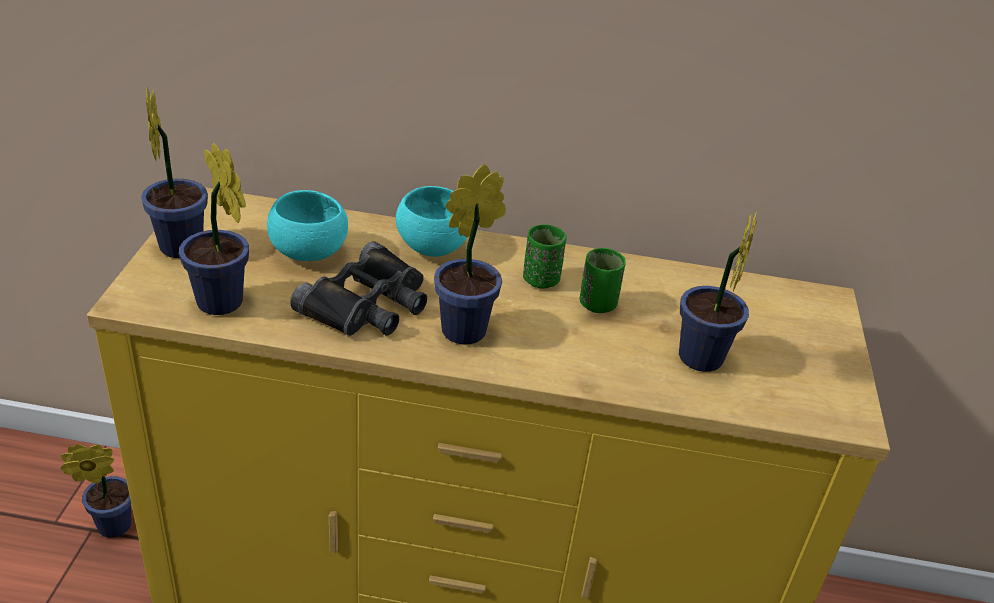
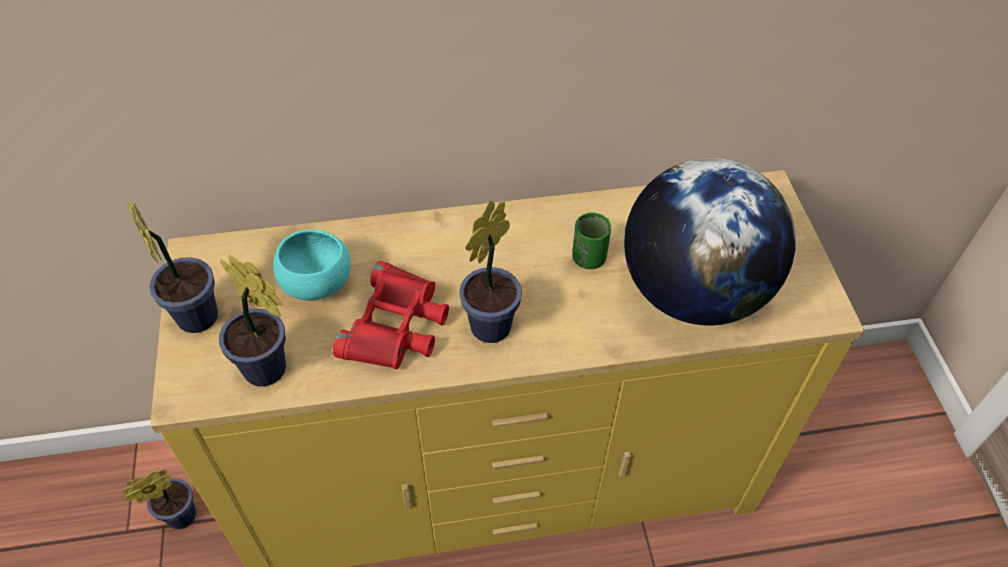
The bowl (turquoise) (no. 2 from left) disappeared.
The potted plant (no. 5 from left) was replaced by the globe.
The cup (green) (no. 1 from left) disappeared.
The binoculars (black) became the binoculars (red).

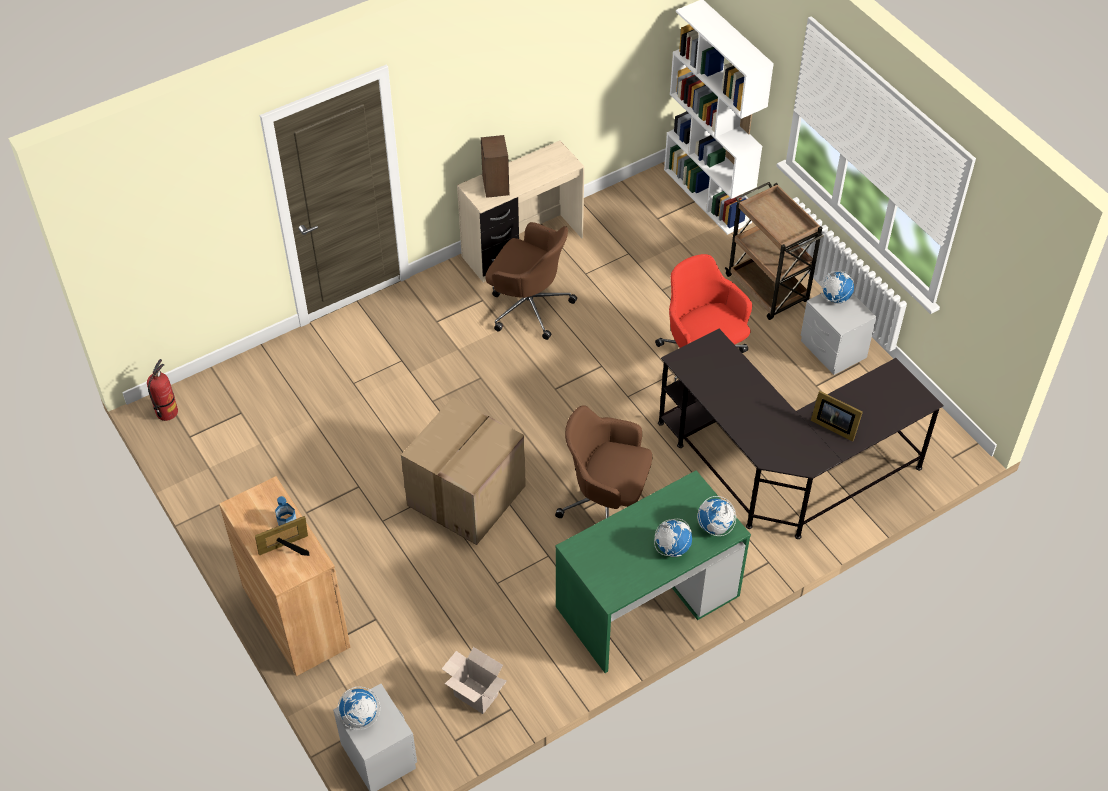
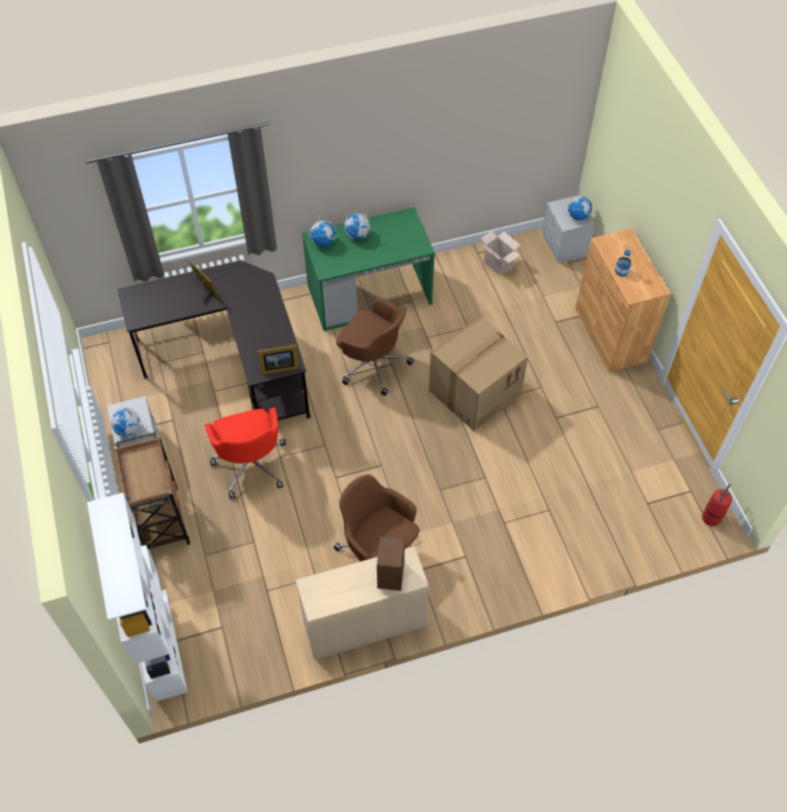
The picture frame (no. 1 from left in the first image) moved.

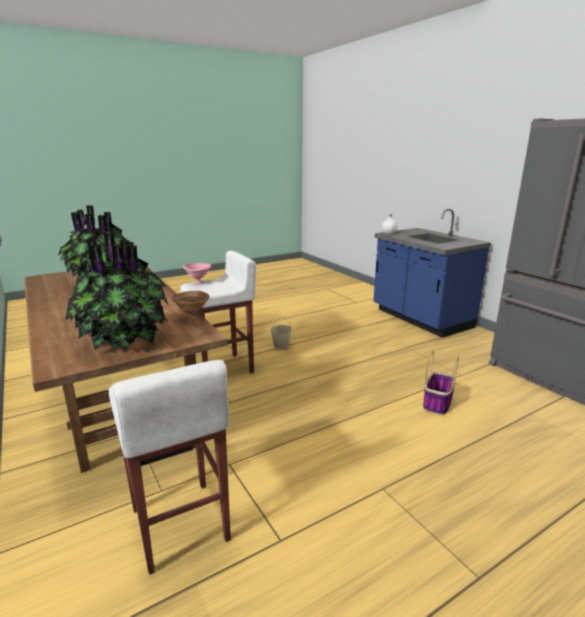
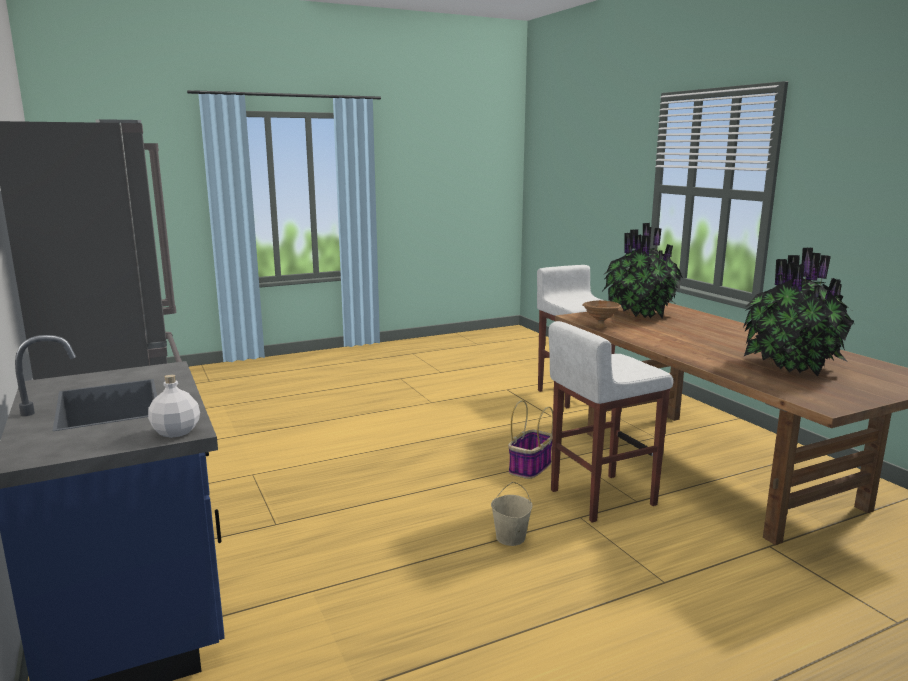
The bowl (pink) disappeared.
The basket moved.

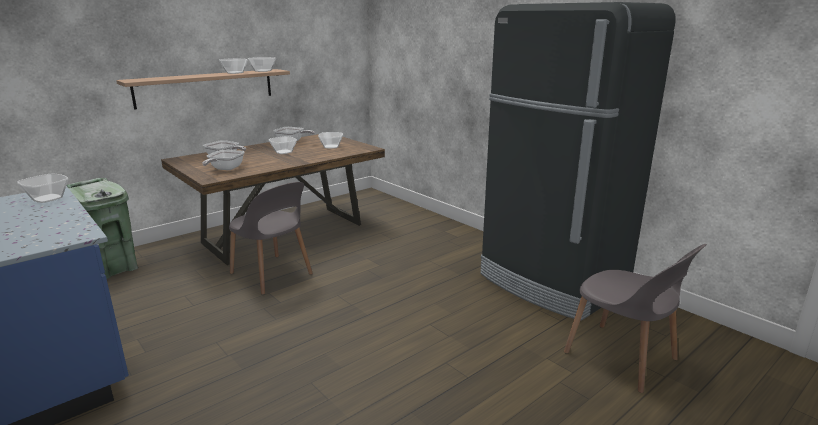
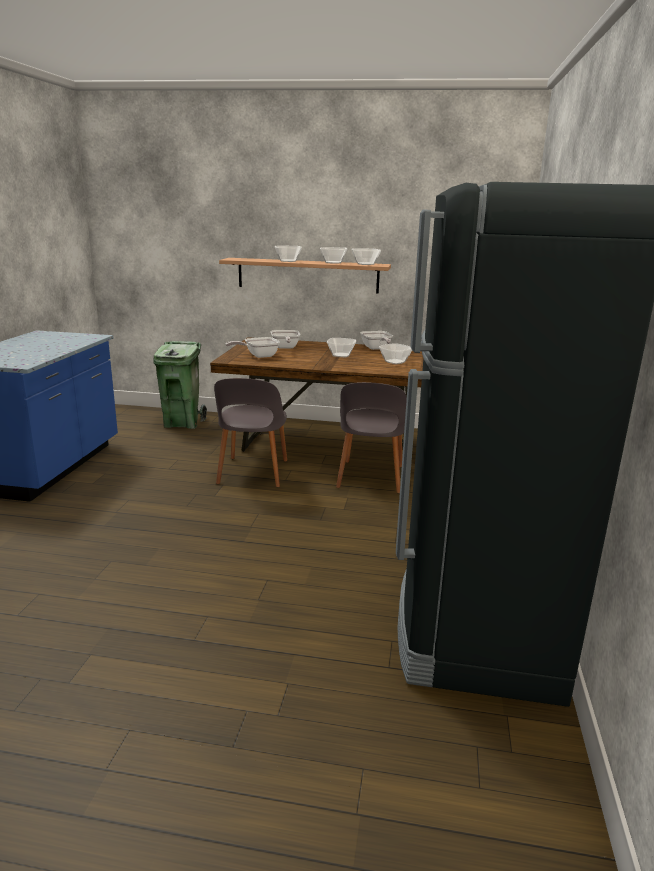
The bowl (no. 1 from left) moved.
The chair (grey) (no. 2 from left) moved.

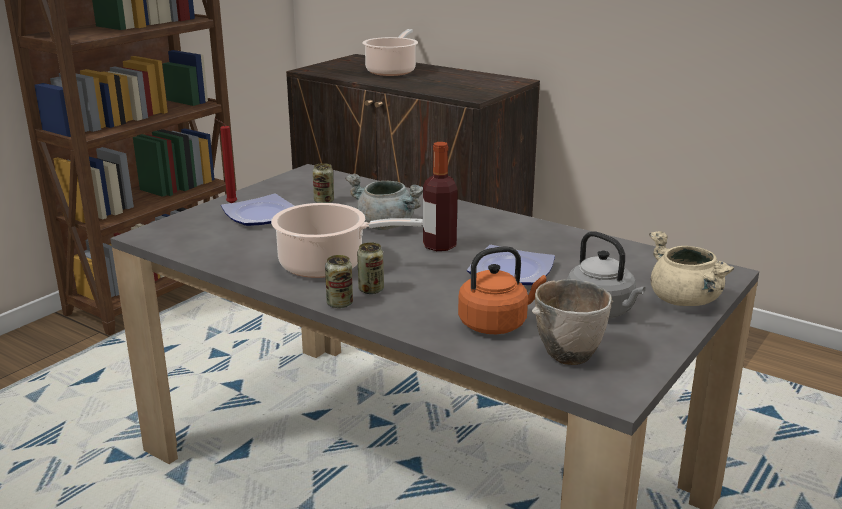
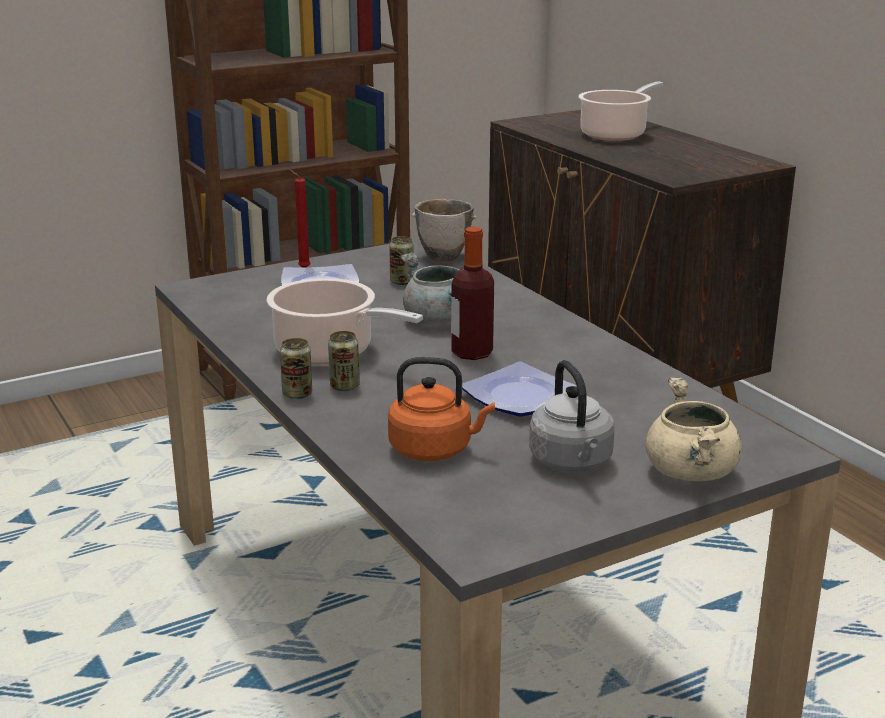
The bowl moved.

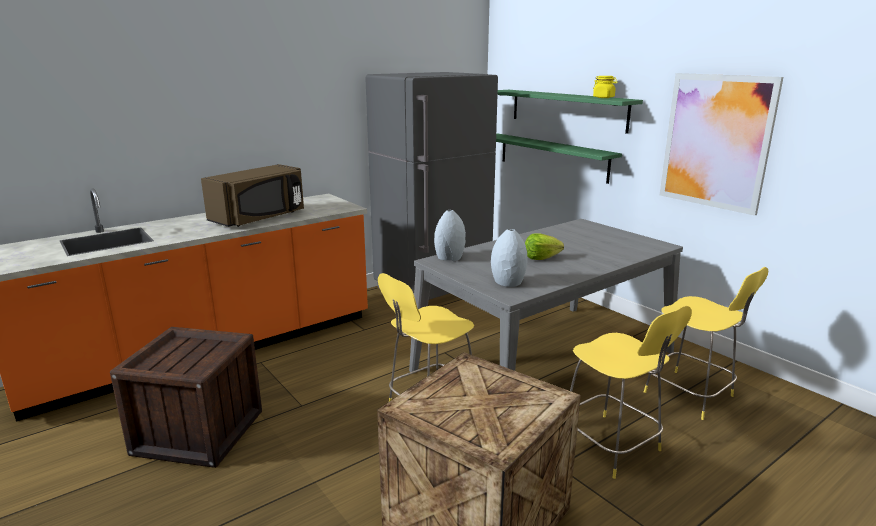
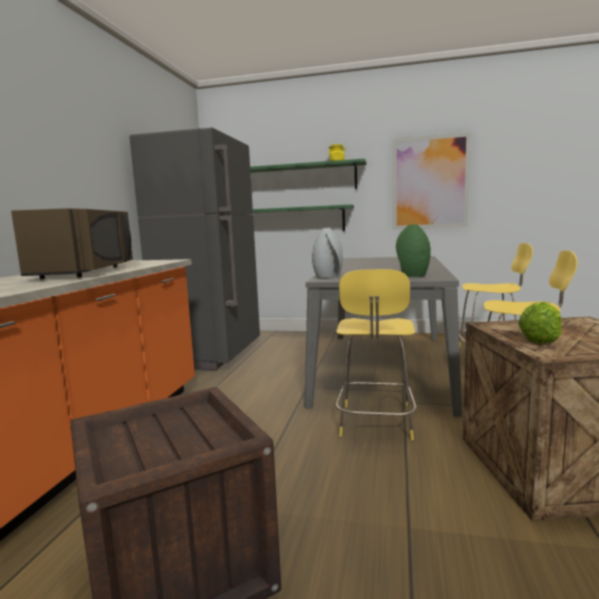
The vase (grey) (no. 2 from left) became the vase (green).
The lettuce moved.

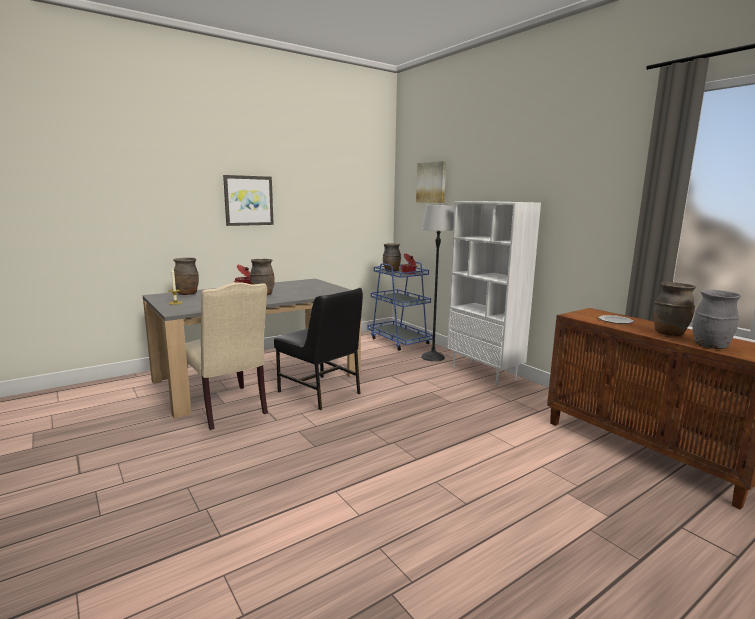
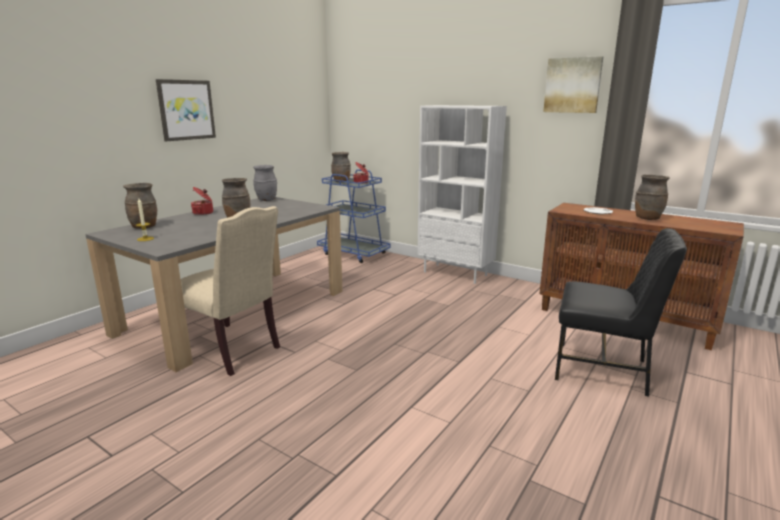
The picture (no. 2 from left) moved.
The floor lamp disappeared.
The chair (black) moved.
The vase (grey) moved.

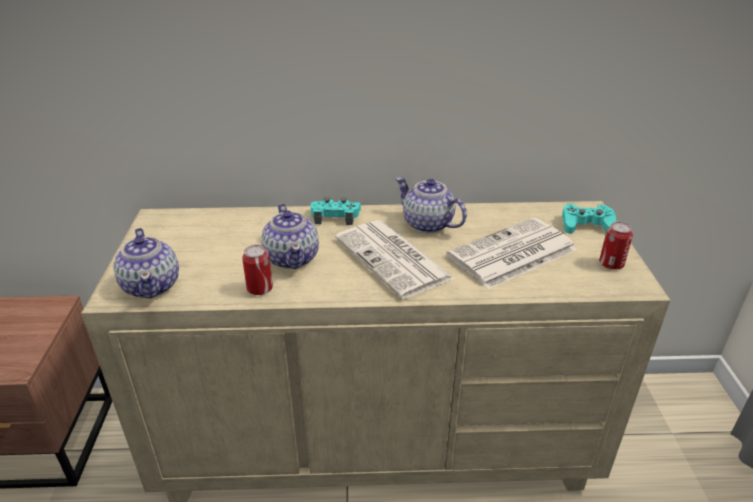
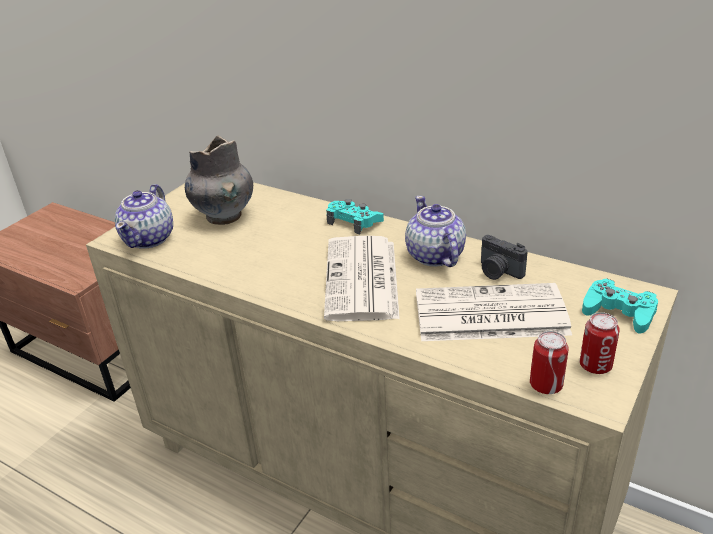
The teapot (no. 2 from left) disappeared.
The can (no. 1 from left) moved.
The vase (grey) appeared.
The photo camera appeared.

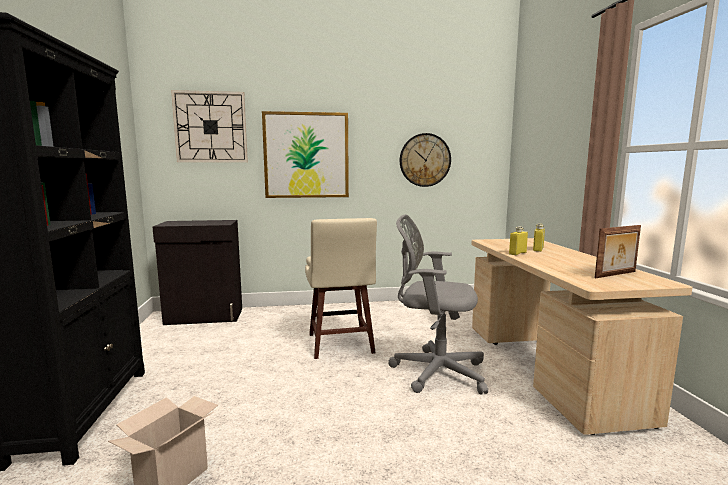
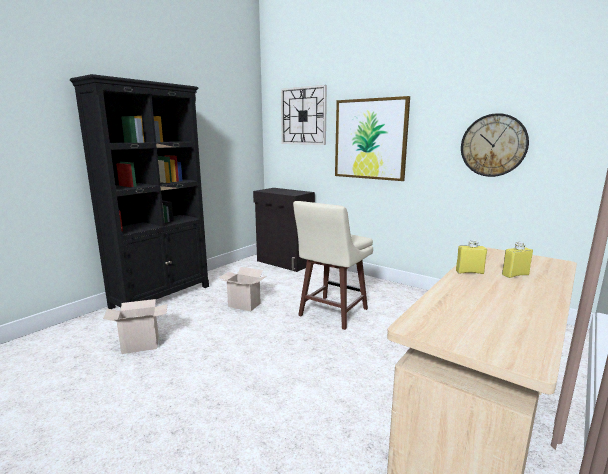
The office chair (grey) disappeared.
The picture frame disappeared.
The cardboard box (no. 2 from left) appeared.

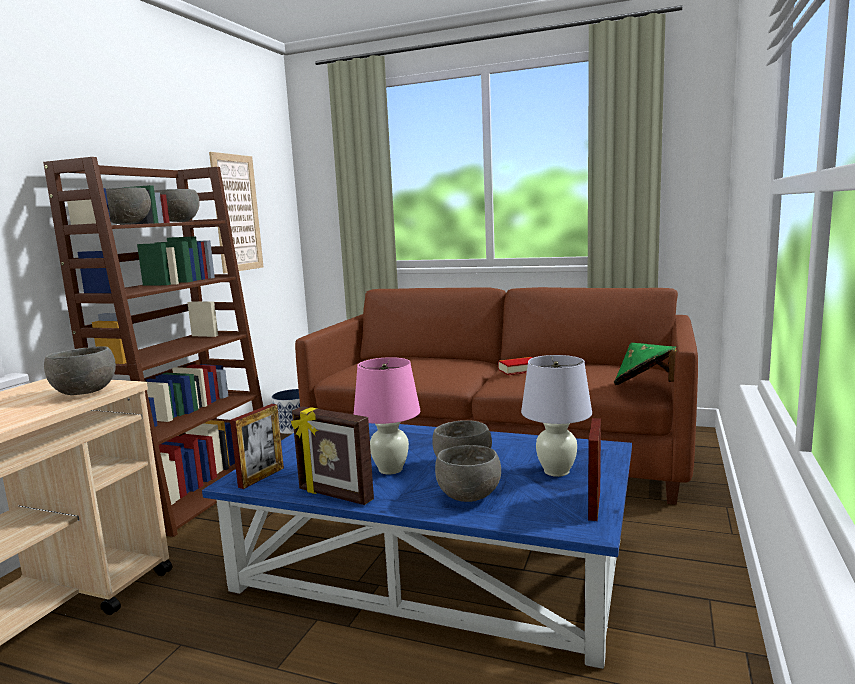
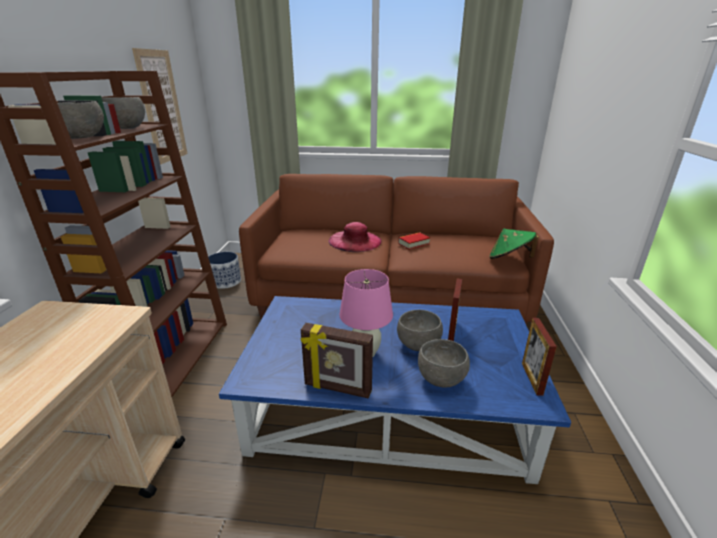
The bowl (grey) (no. 1 from left) disappeared.
The table lamp (white) disappeared.
The picture frame (no. 1 from left in the first image) moved.
The hat (pink) appeared.

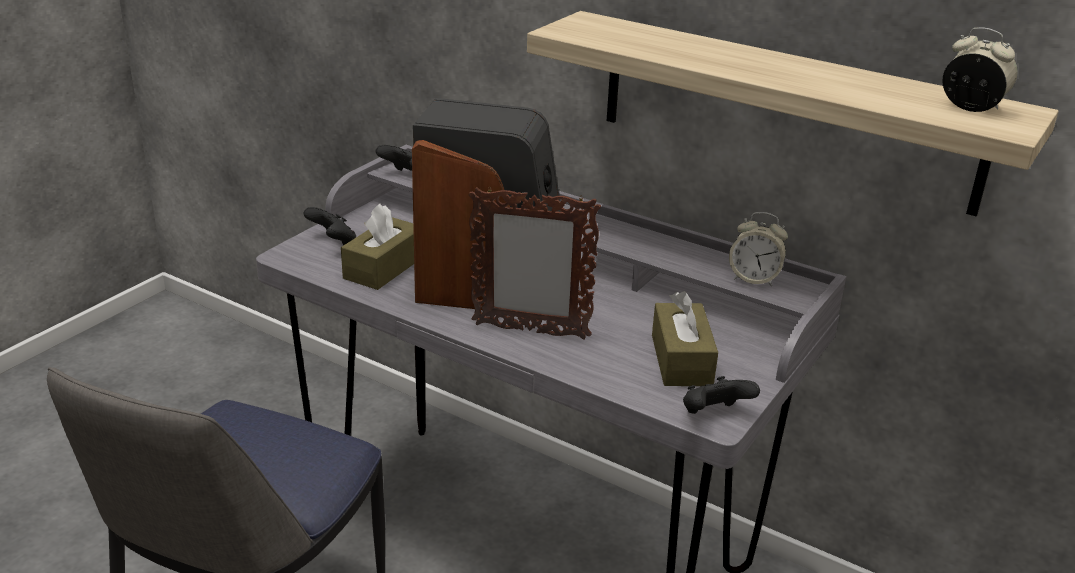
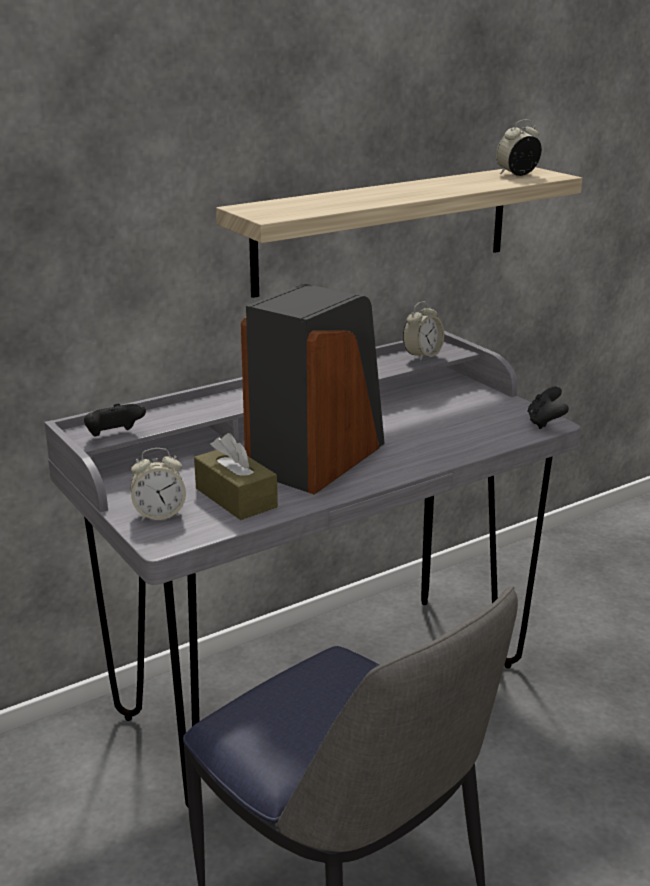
The picture frame disappeared.
The game controller (black) (no. 1 from left) was replaced by the alarm clock (no. 1 from left).
The tissue box (brown) (no. 2 from left) disappeared.

